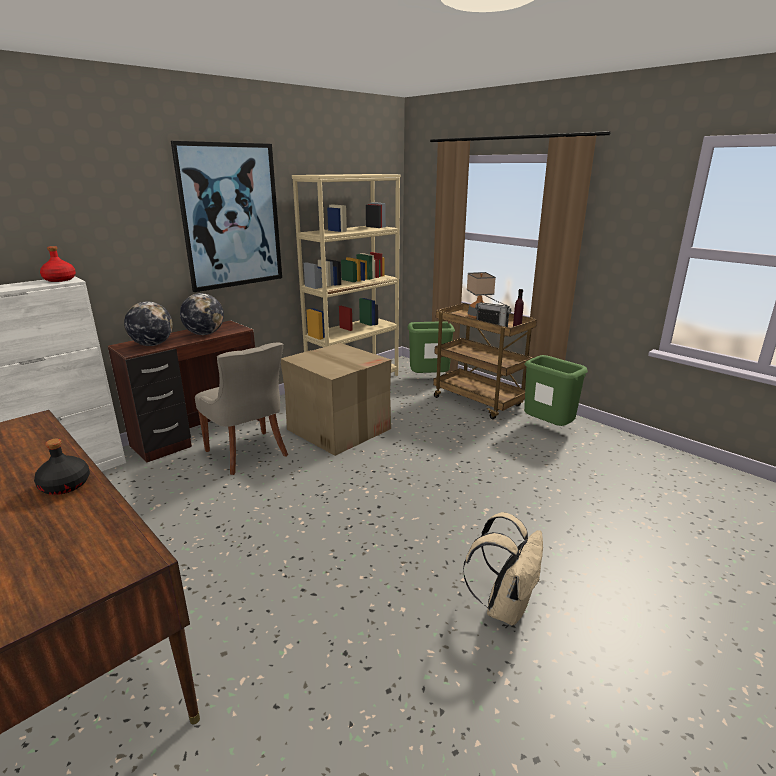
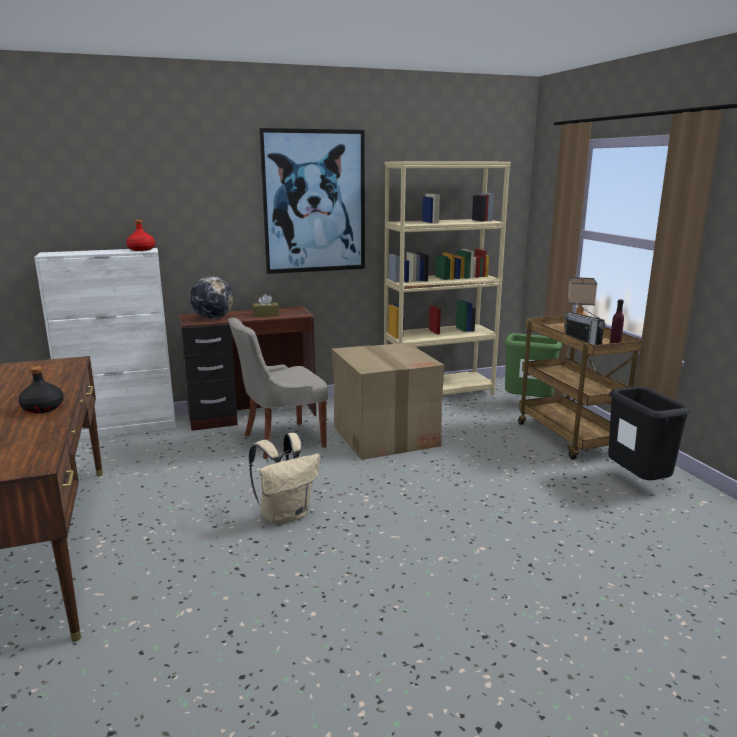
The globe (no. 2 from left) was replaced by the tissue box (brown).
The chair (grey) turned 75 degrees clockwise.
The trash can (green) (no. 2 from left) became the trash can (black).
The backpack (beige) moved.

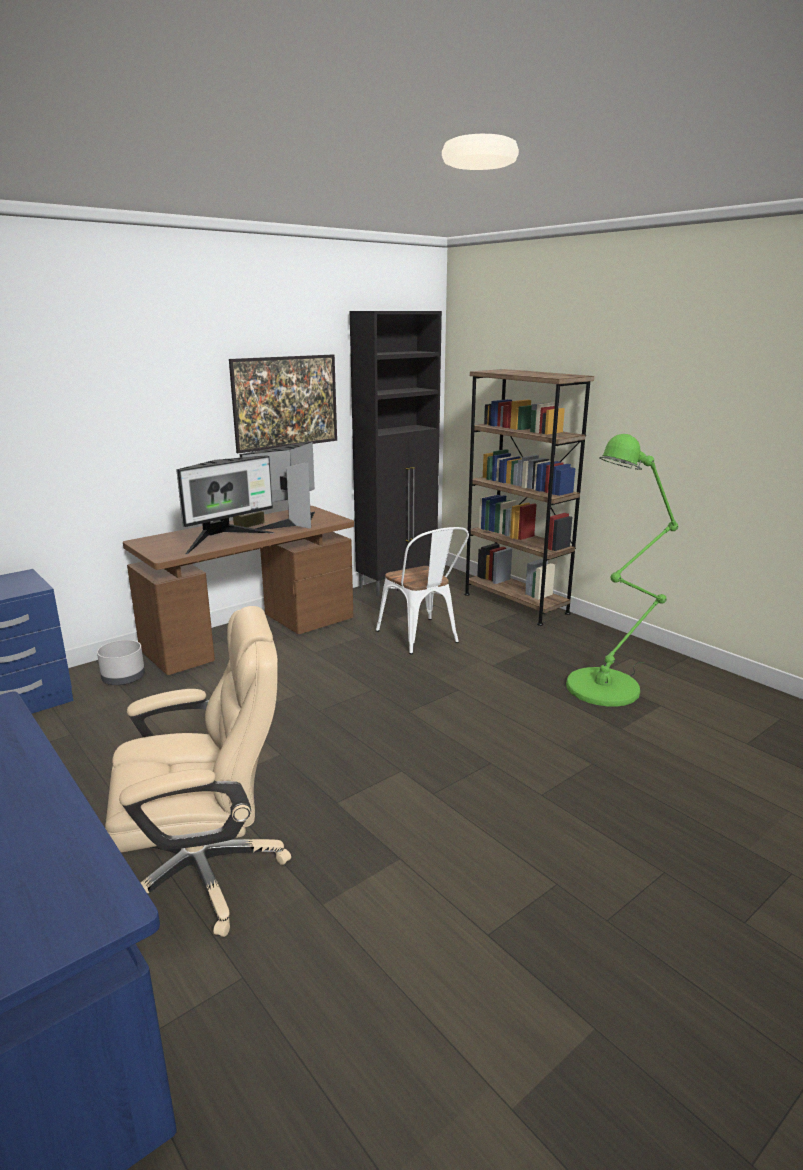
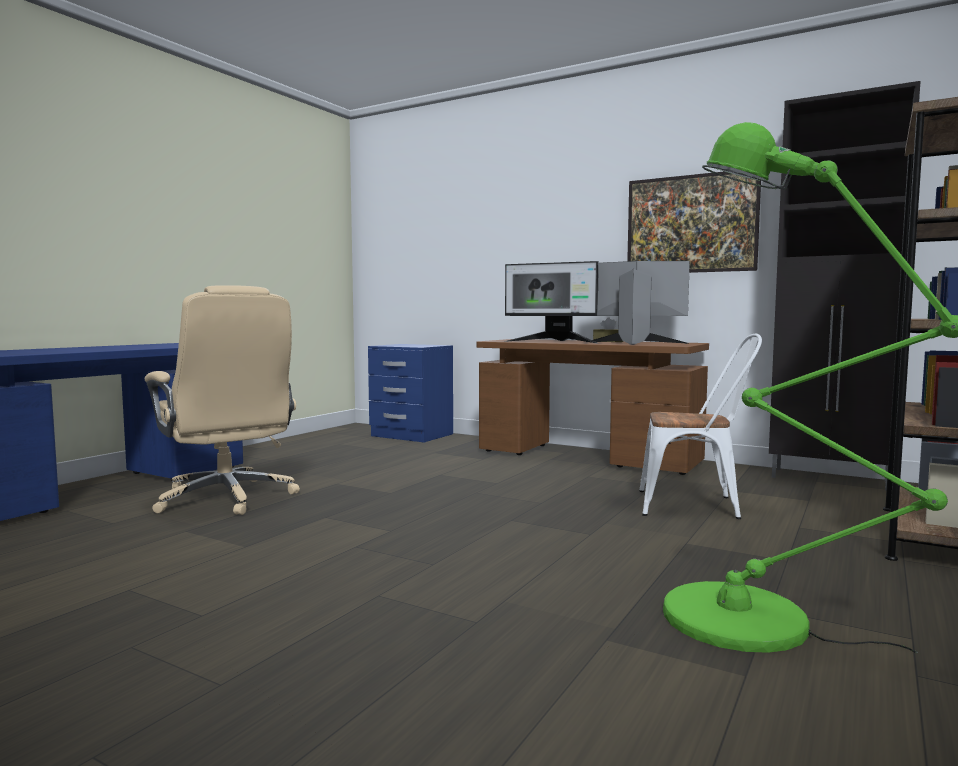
The chair (white) turned 120 degrees counterclockwise.
The planter (grey) disappeared.

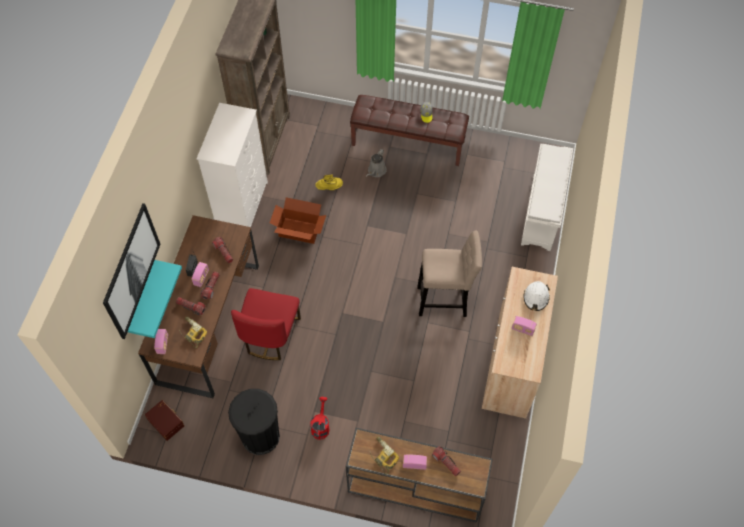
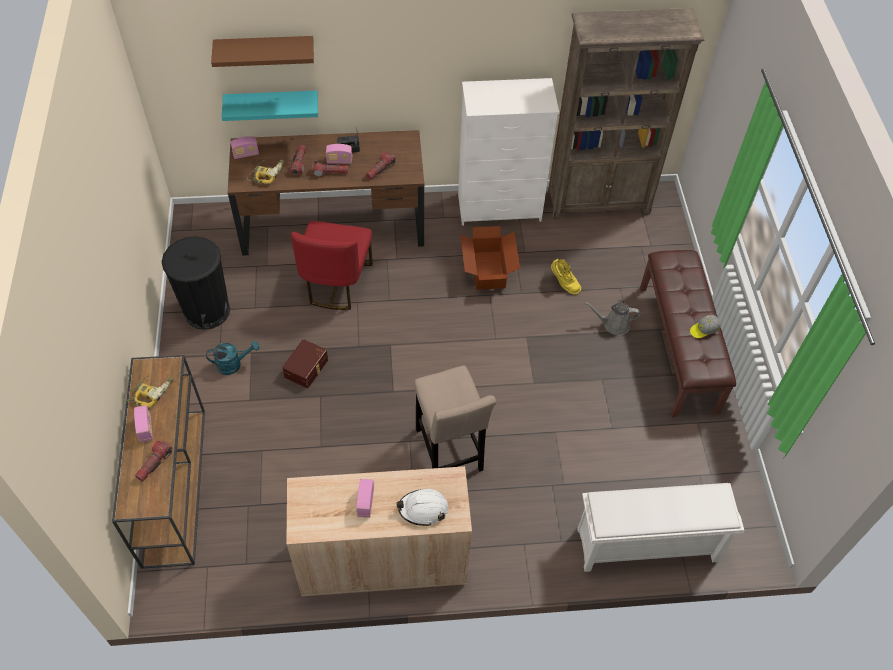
The picture was replaced by the shelf (brown).
The chair (red) turned 75 degrees counterclockwise.
The watering can (red) became the watering can (turquoise).
The storage box (brown) moved.

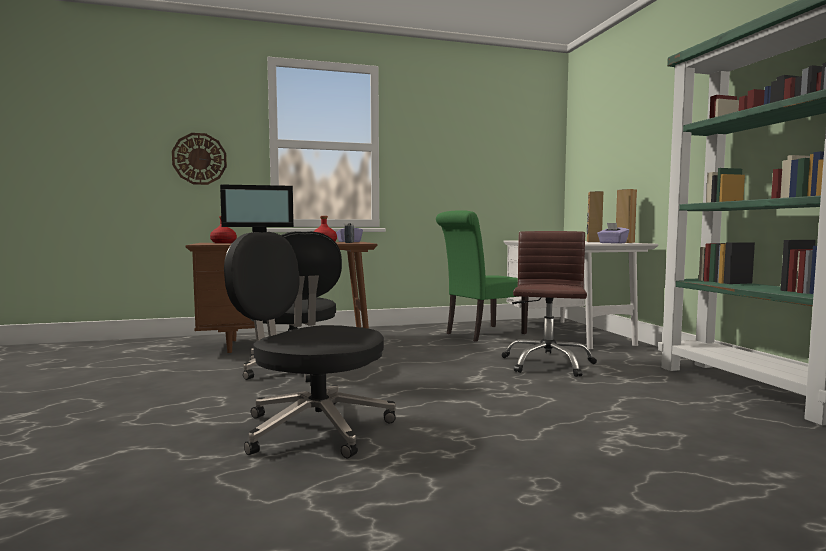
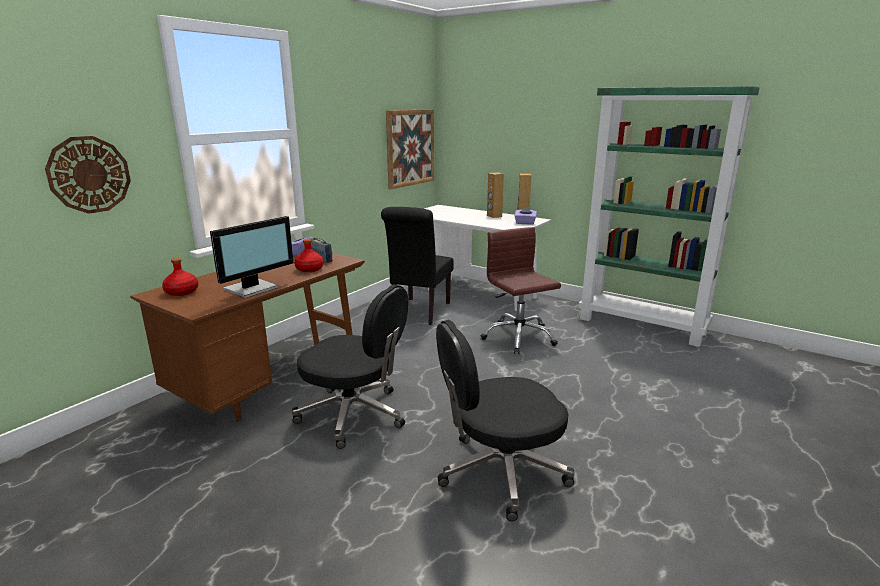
The chair (green) became the chair (black).
The picture appeared.

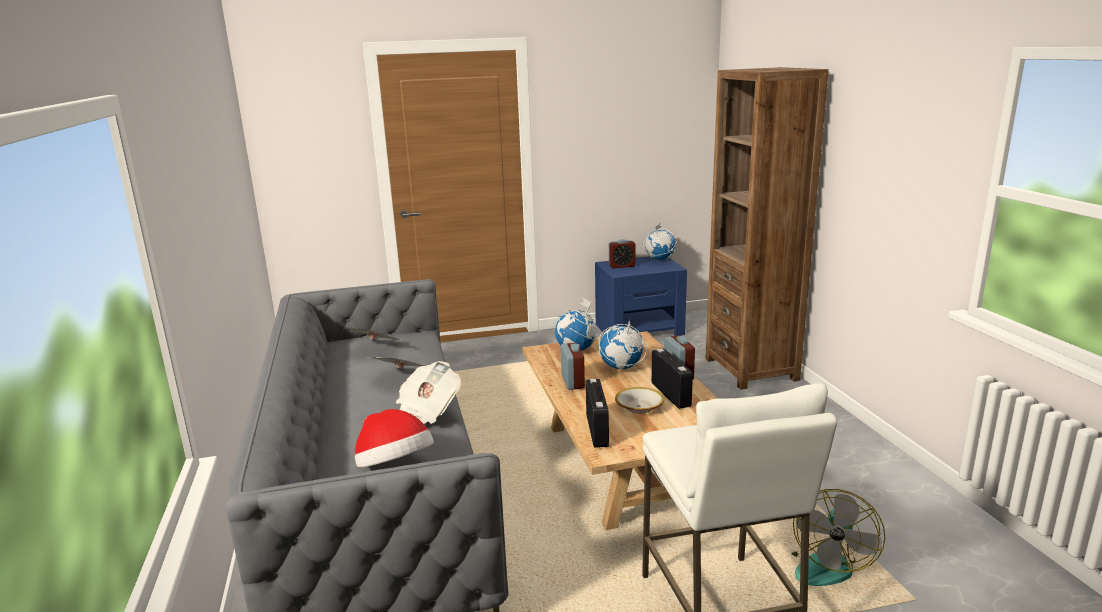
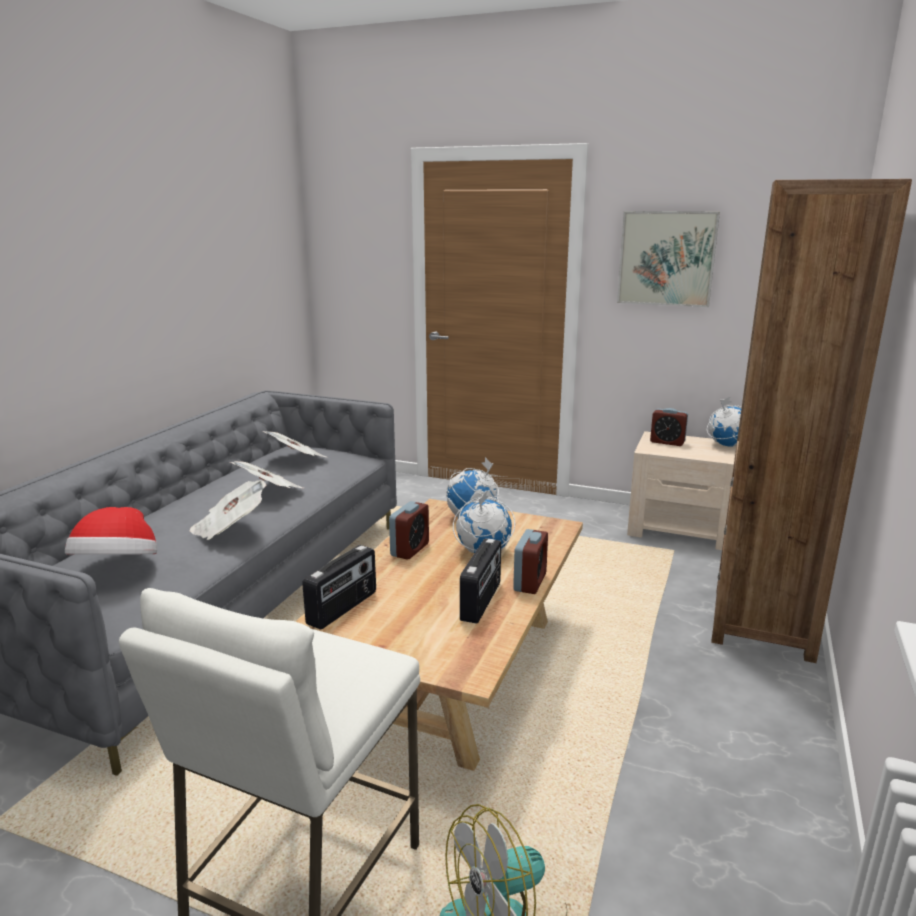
The nightstand (blue) became the nightstand (beige).
The bowl disappeared.
The picture appeared.

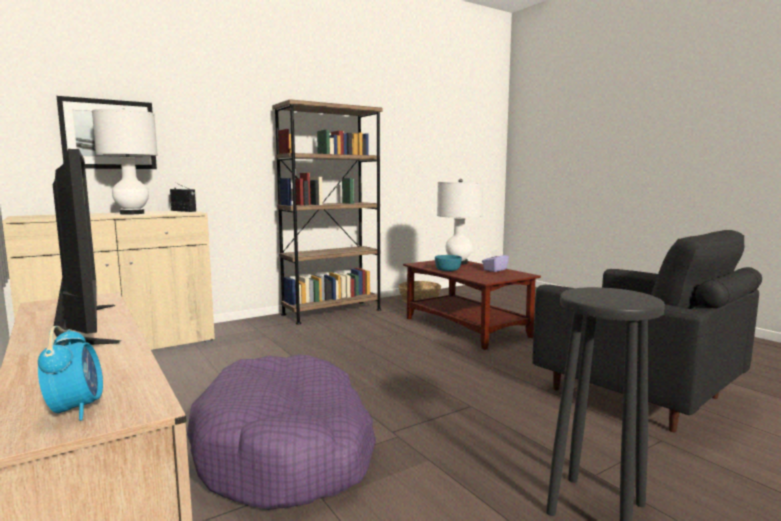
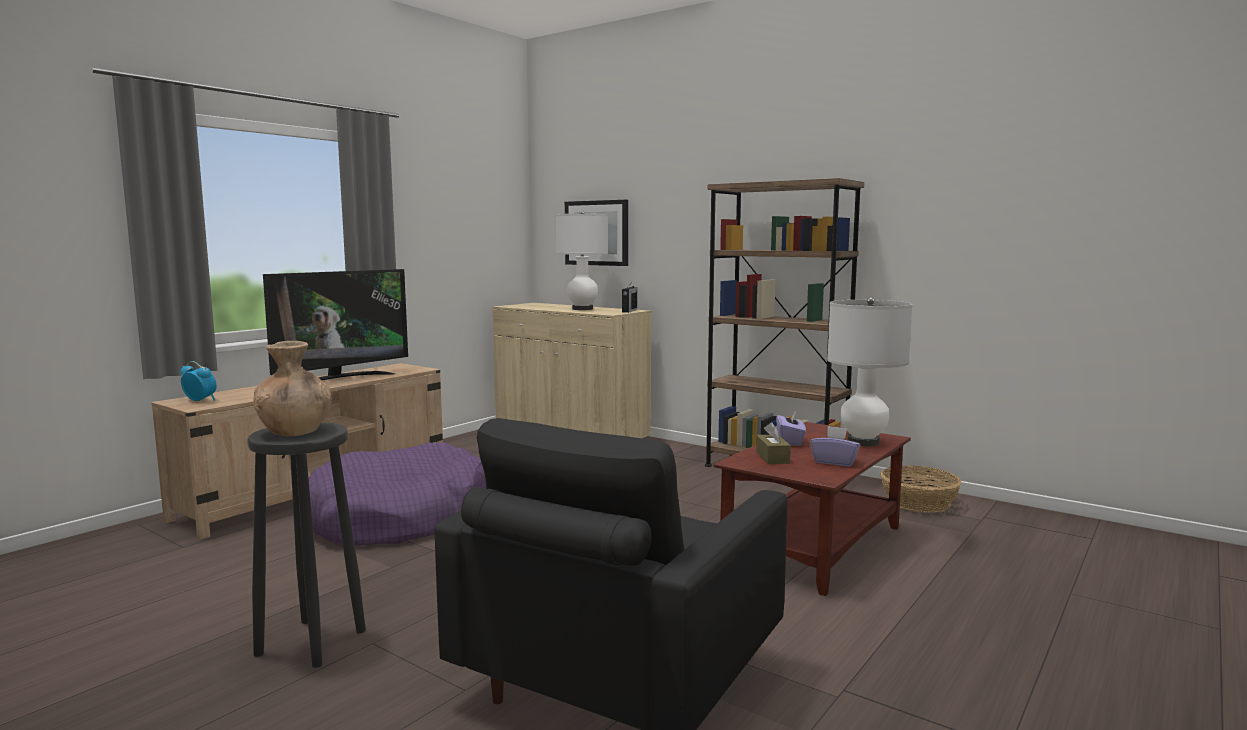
The bowl (turquoise) was replaced by the tissue box (purple) (no. 1 from left).
The alarm clock turned 120 degrees counterclockwise.
The vase (brown) appeared.
The tissue box (brown) appeared.

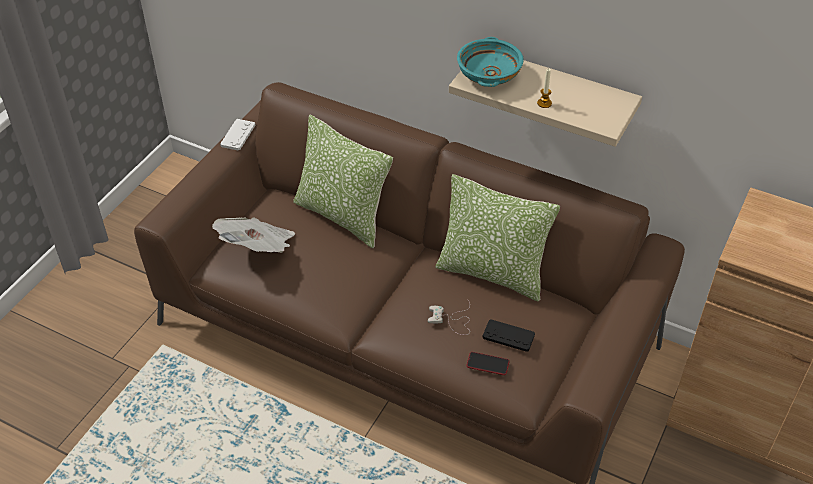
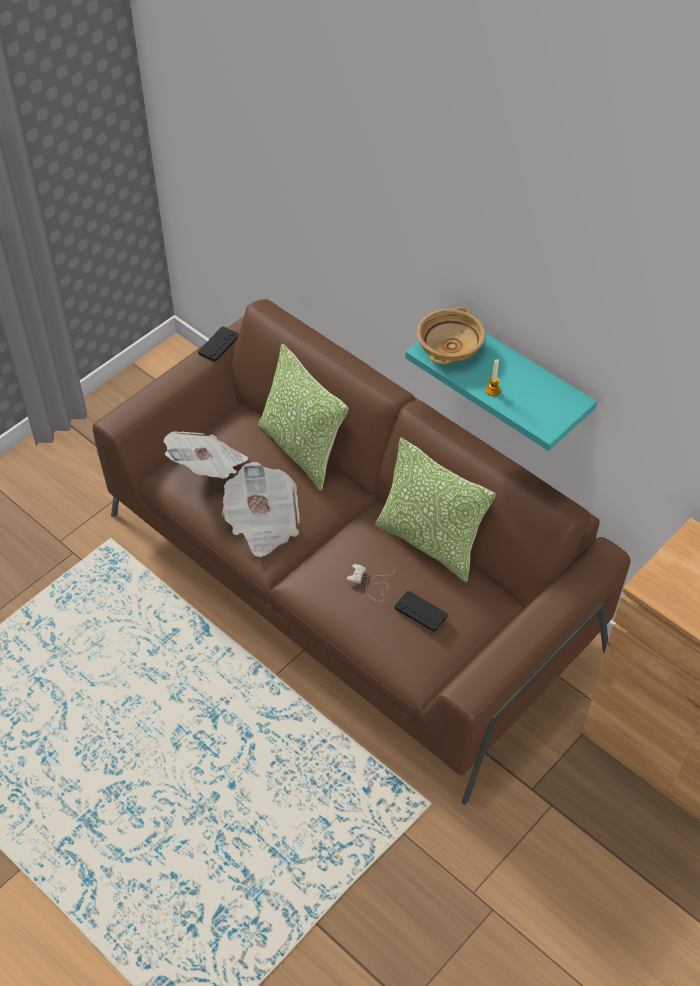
The bowl (turquoise) became the bowl (beige).
The shelf (beige) became the shelf (turquoise).
The game controller (white) (no. 1 from left) became the game controller (black) (no. 1 from left).
The phone disappeared.
The newspaper (no. 2 from left) appeared.

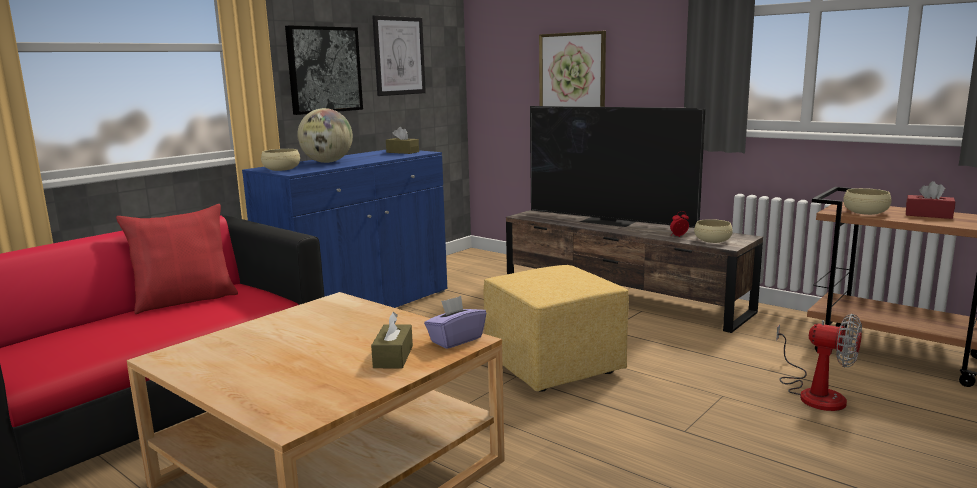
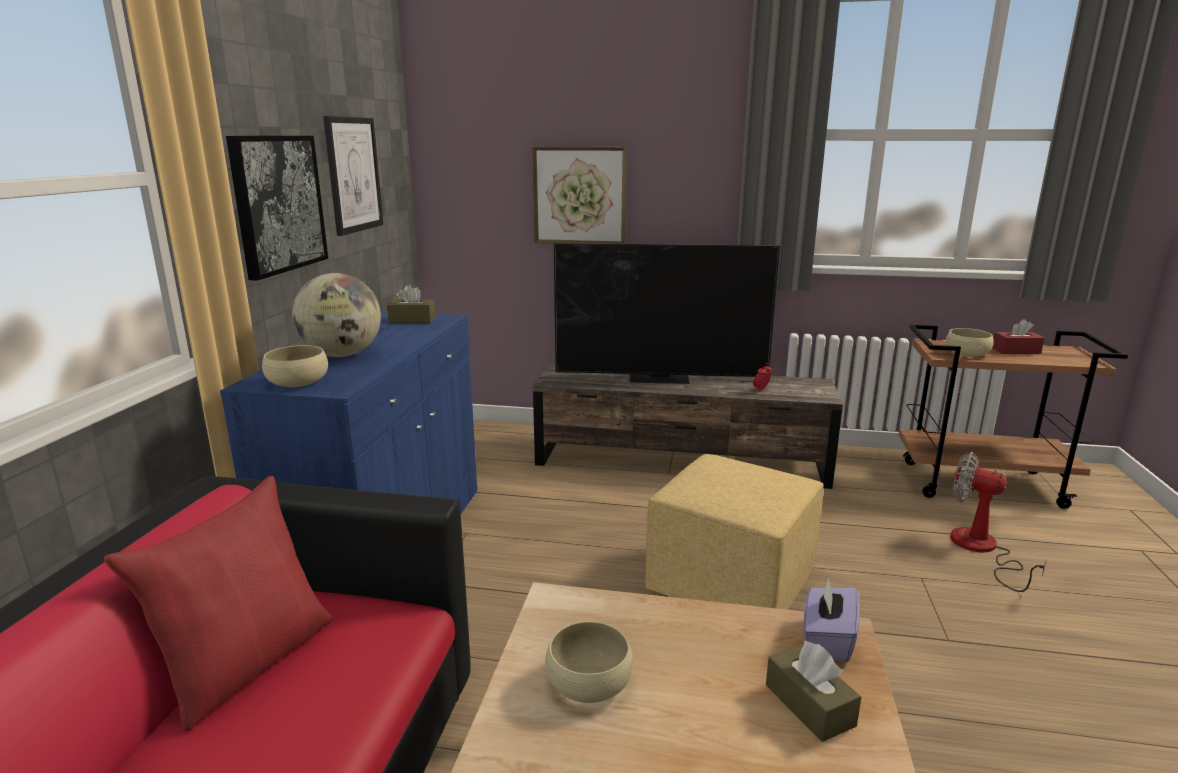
The bowl (beige) (no. 2 from left) moved.
The fan turned 150 degrees counterclockwise.

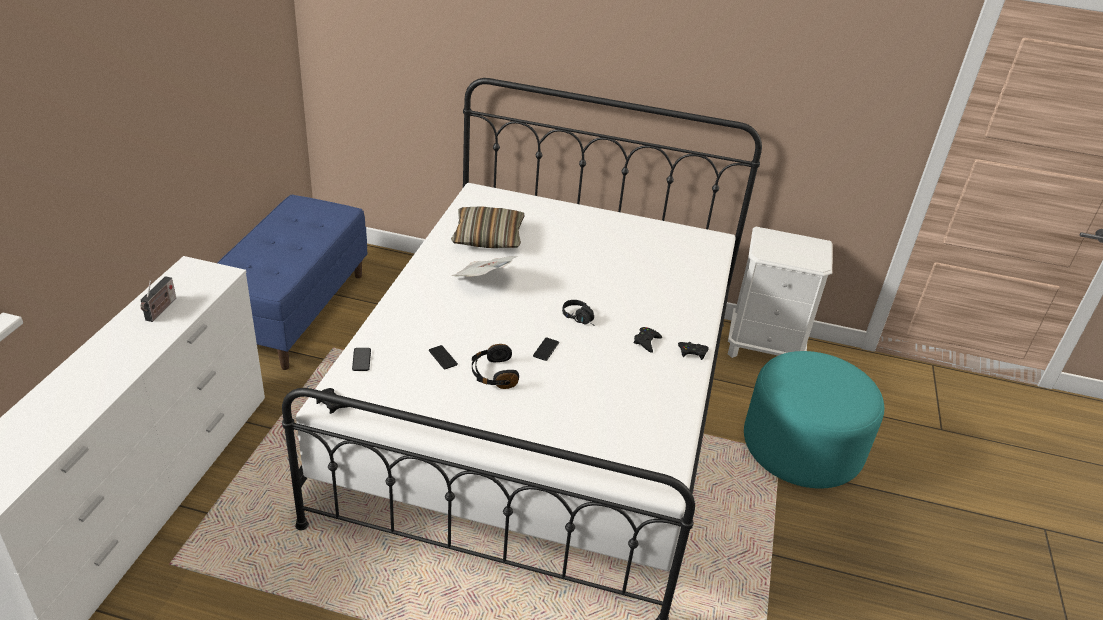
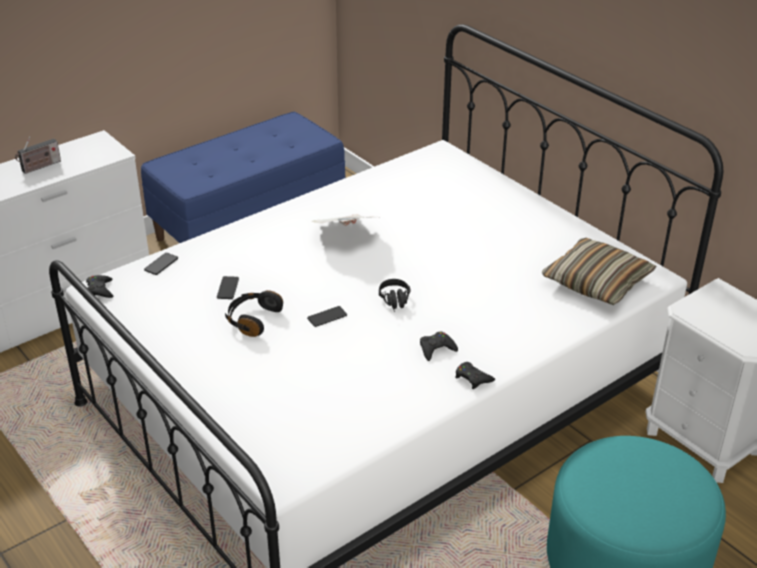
The pillow moved.

